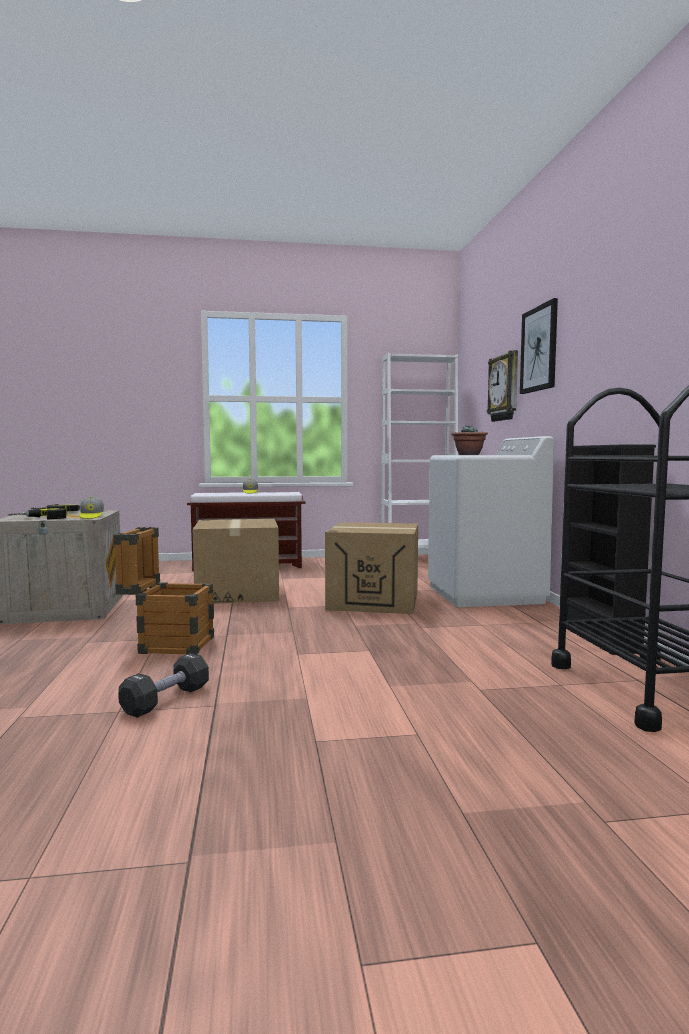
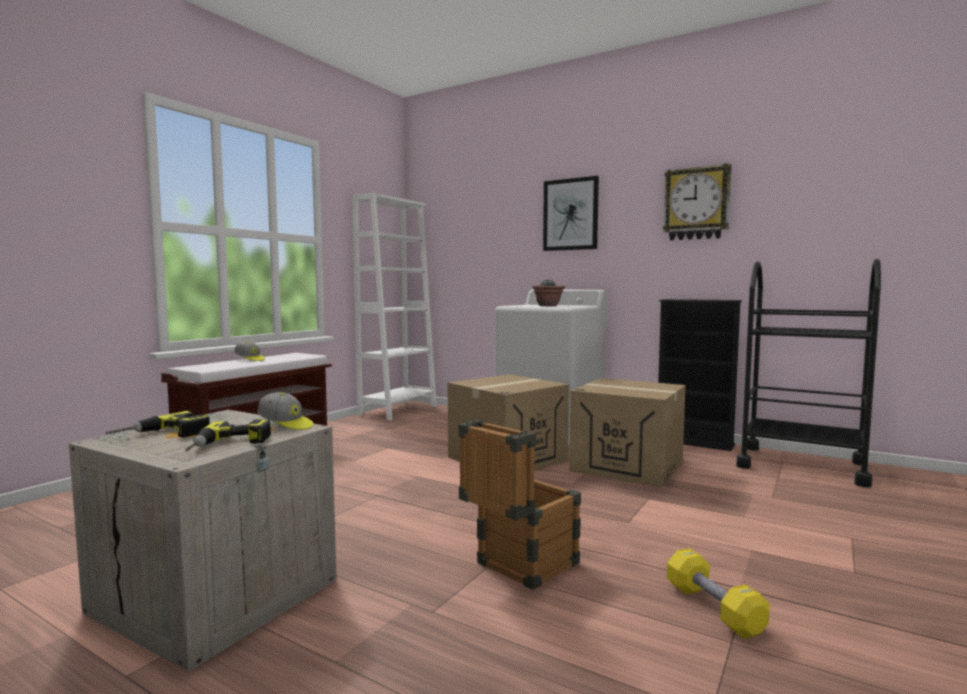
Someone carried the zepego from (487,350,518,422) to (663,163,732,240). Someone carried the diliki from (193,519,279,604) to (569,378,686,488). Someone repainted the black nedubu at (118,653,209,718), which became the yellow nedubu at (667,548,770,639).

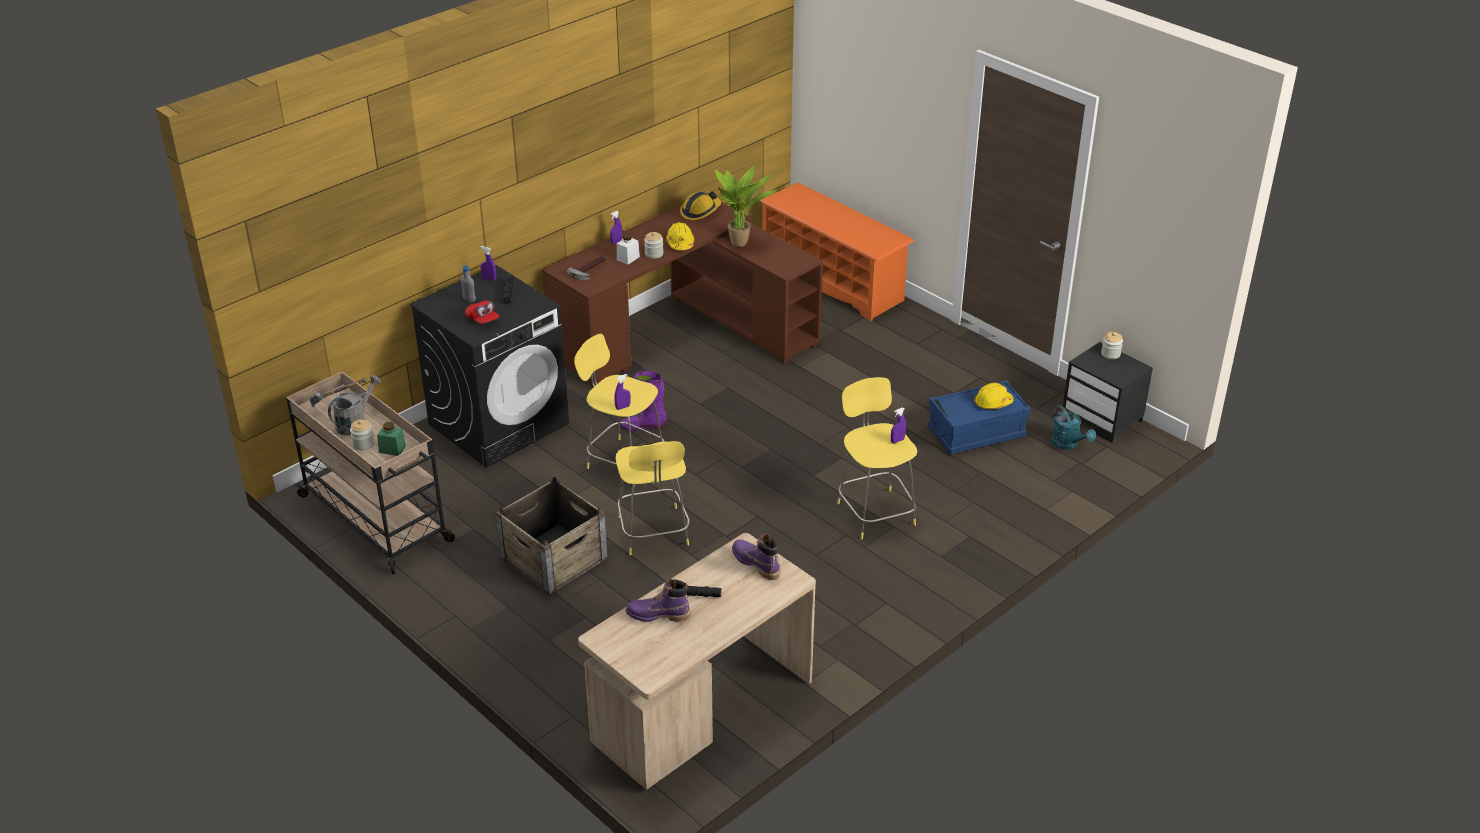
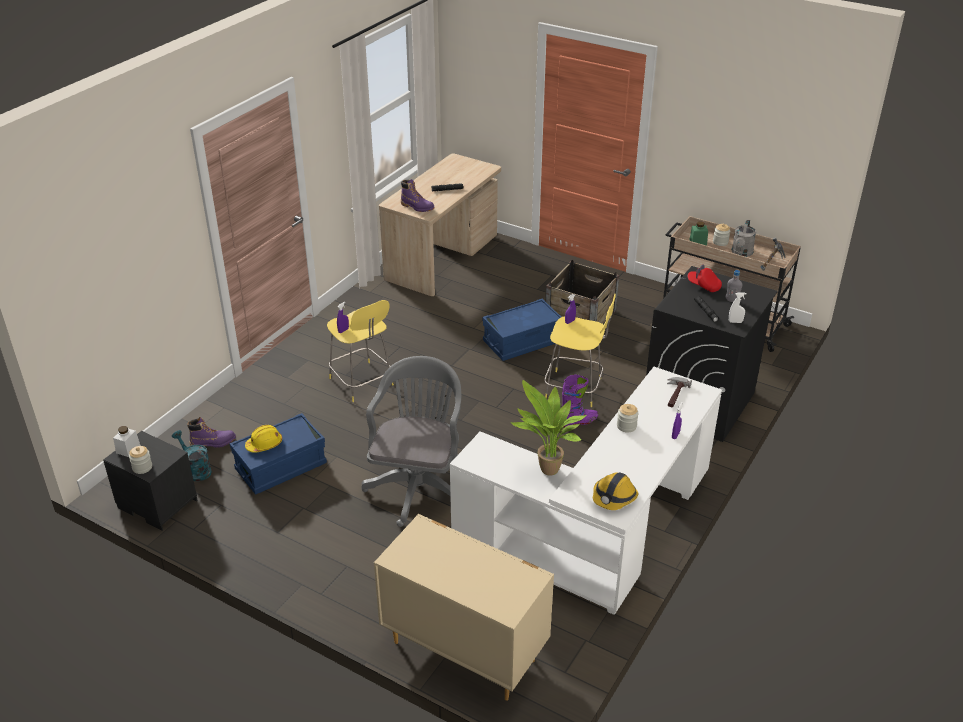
Someone swapped the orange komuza at (760,183,914,321) for the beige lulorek at (374,514,554,701). Someone repainted the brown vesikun at (542,202,823,387), which became the white vesikun at (450,367,722,615). Someone took away the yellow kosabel at (666,222,694,250). Someone carried the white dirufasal from (617,234,640,265) to (113,426,140,457). Someone repainted the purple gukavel at (480,246,496,281), which became the white gukavel at (729,292,747,323). Someone swapped the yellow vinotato at (616,441,690,555) for the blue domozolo at (483,299,562,361). Someone carried the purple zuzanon from (626,578,691,622) to (187,417,236,448). Someone put down the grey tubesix at (362,356,461,527).

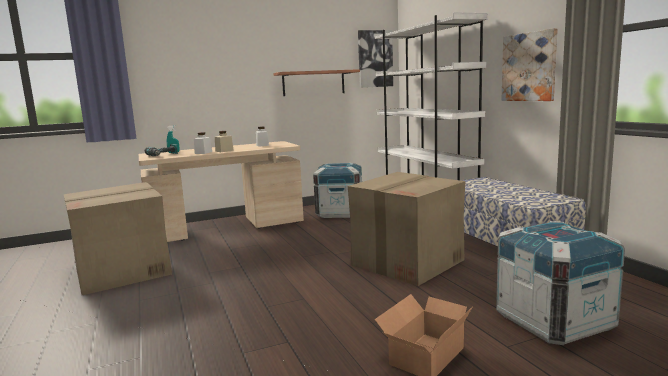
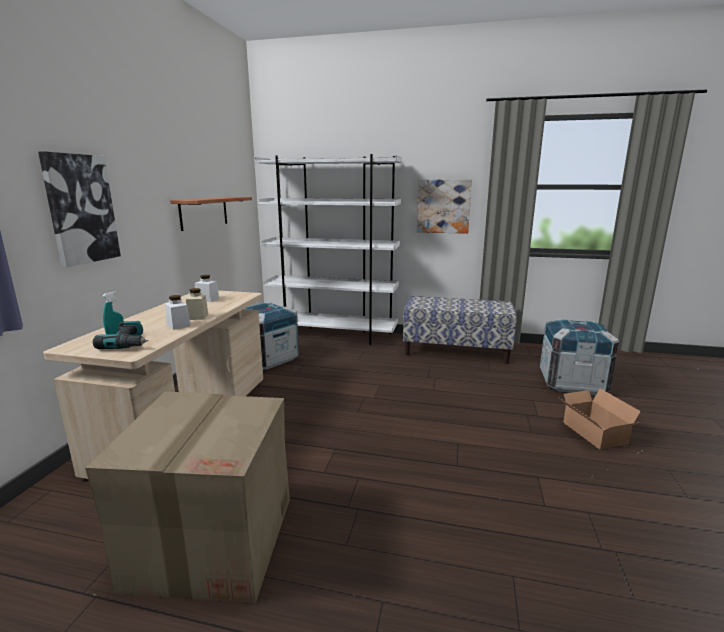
Someone carried the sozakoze from (358,30,393,88) to (38,151,121,267). Someone took away the diliki at (348,172,465,286).

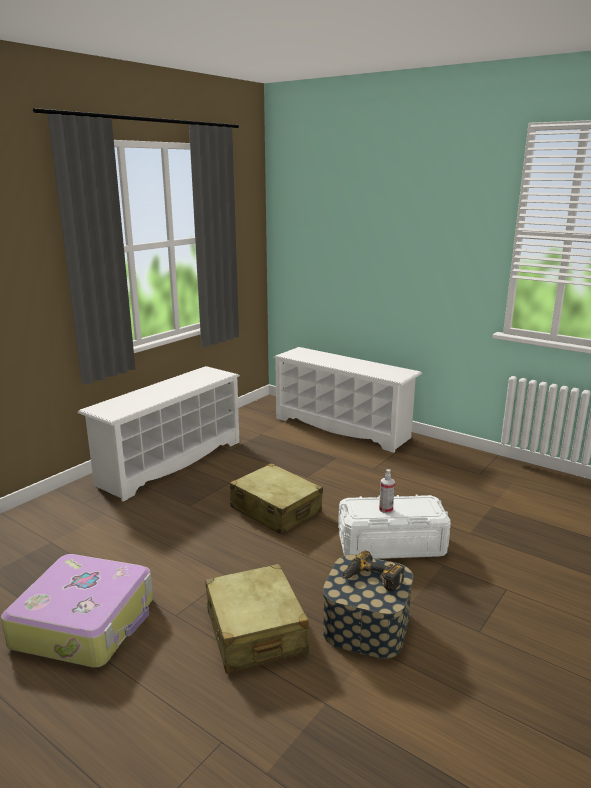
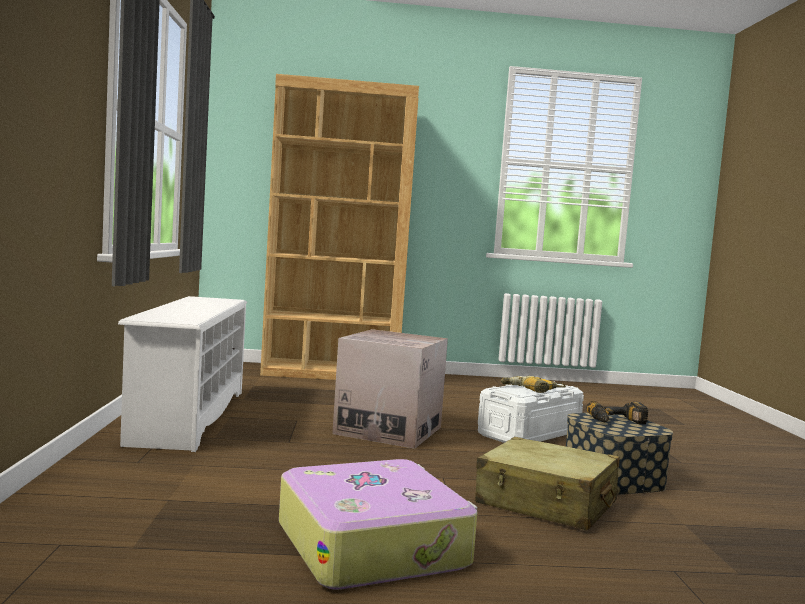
Someone swapped the white komuza at (273,347,422,453) for the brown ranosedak at (260,74,419,380). Someone swapped the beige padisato at (230,463,323,535) for the diliki at (332,329,448,449). Someone swapped the gukavel at (379,469,395,513) for the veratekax at (501,376,566,393).

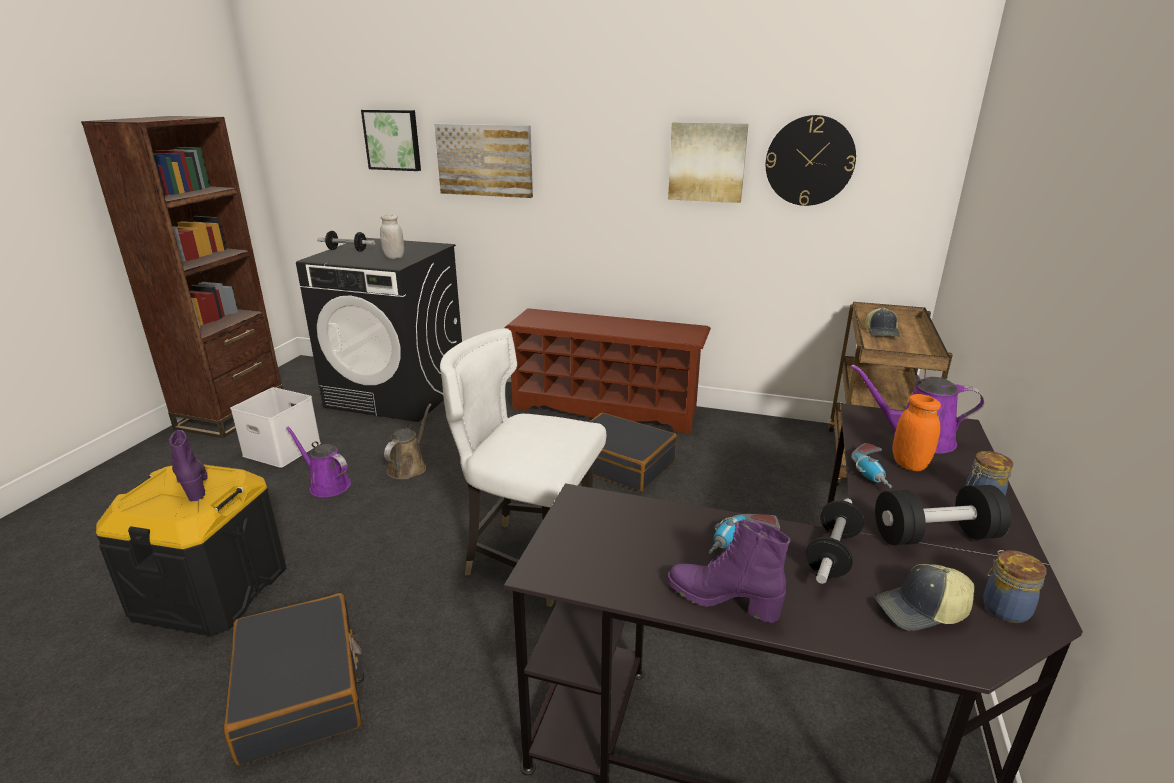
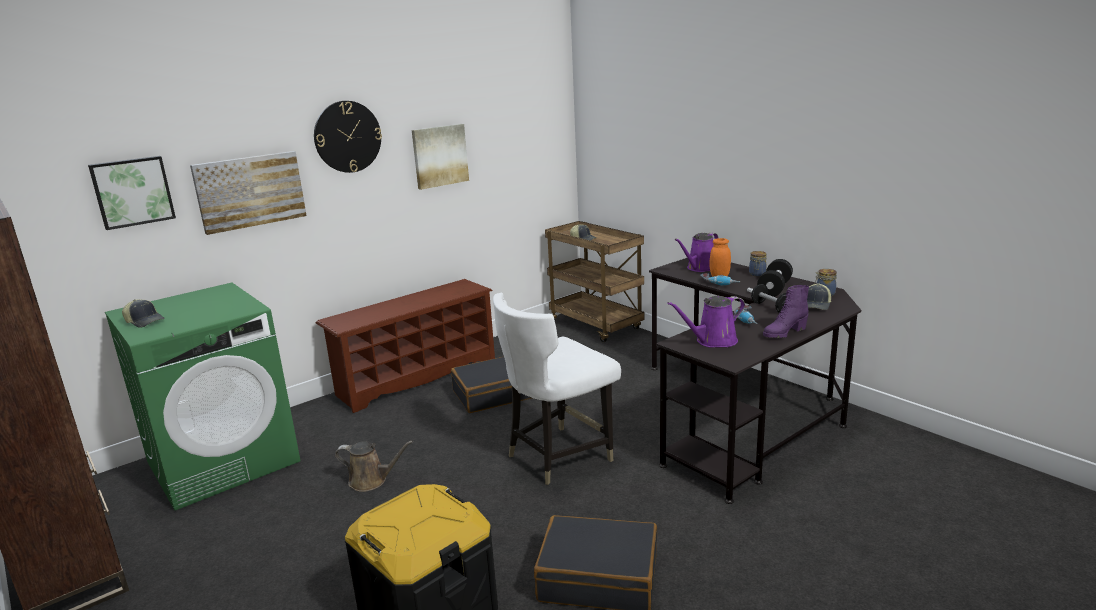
Someone carried the zepego from (766,115,856,206) to (314,101,382,173). Someone took away the white dirufasal at (380,214,404,259). Someone swapped the nedubu at (317,231,375,252) for the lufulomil at (122,299,165,328). Someone repainted the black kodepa at (296,238,462,422), which became the green kodepa at (105,283,301,510). Someone took away the white domozolo at (230,387,321,468). Someone rotated the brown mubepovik at (384,403,432,479) by 135 degrees clockwise. Someone carried the purple mubepovik from (286,427,351,497) to (667,296,745,347). Someone took away the purple zuzanon at (168,430,208,501).

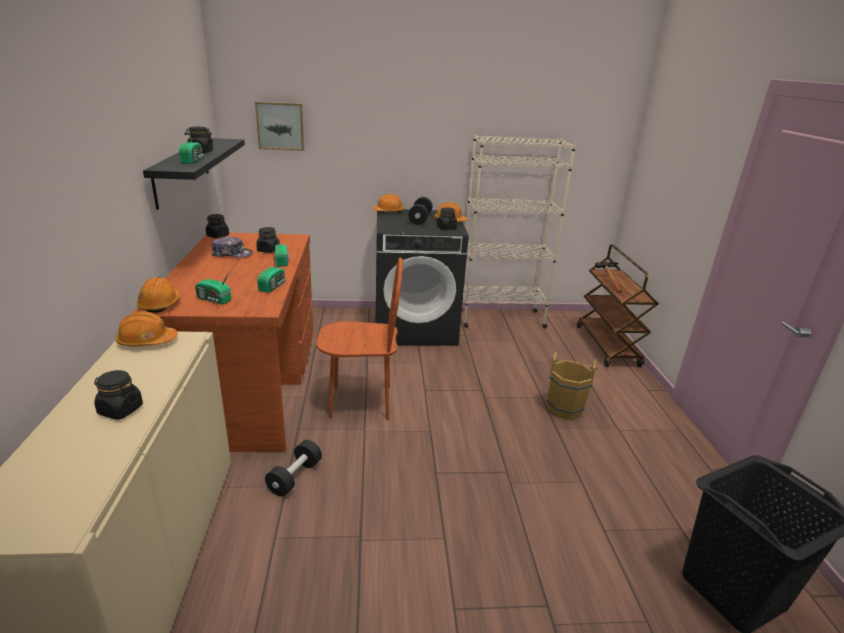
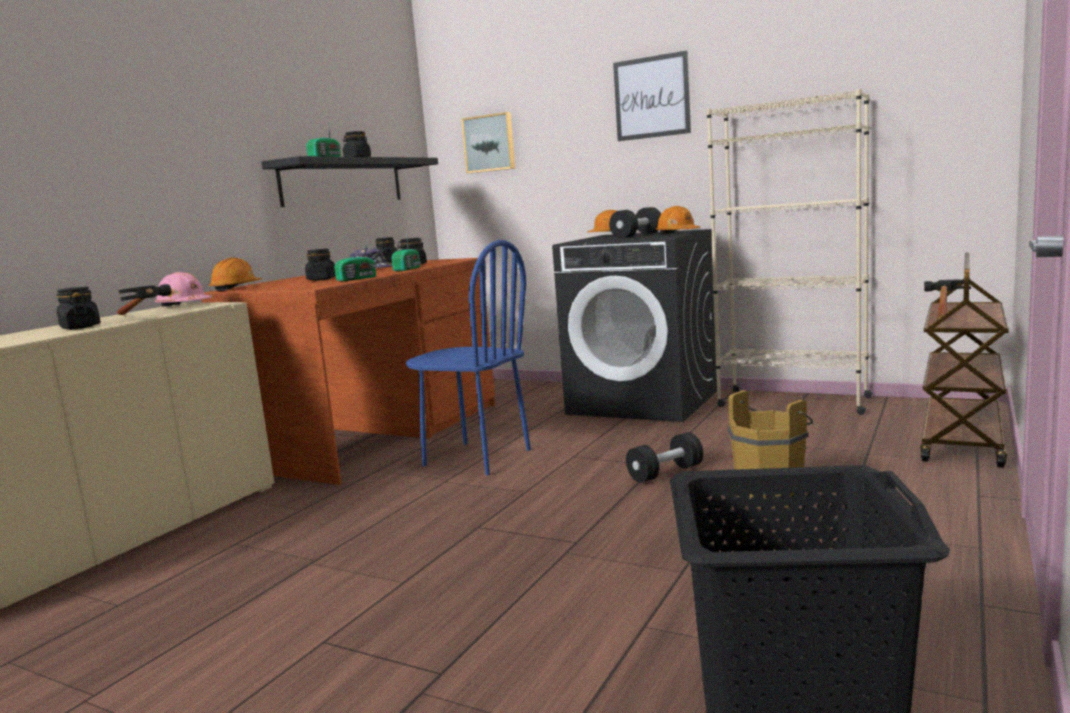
Someone carried the black dirufasal from (437,208,457,230) to (305,249,336,281). Someone repainted the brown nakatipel at (317,258,403,420), which became the blue nakatipel at (406,240,531,475). Someone took away the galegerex at (195,269,231,305). Someone repainted the orange kosabel at (115,311,177,346), which became the pink kosabel at (155,272,212,306). Someone carried the black nedubu from (265,440,322,496) to (626,432,703,483). Someone put up the sozakoze at (613,50,691,141). Someone put down the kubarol at (117,284,172,315).

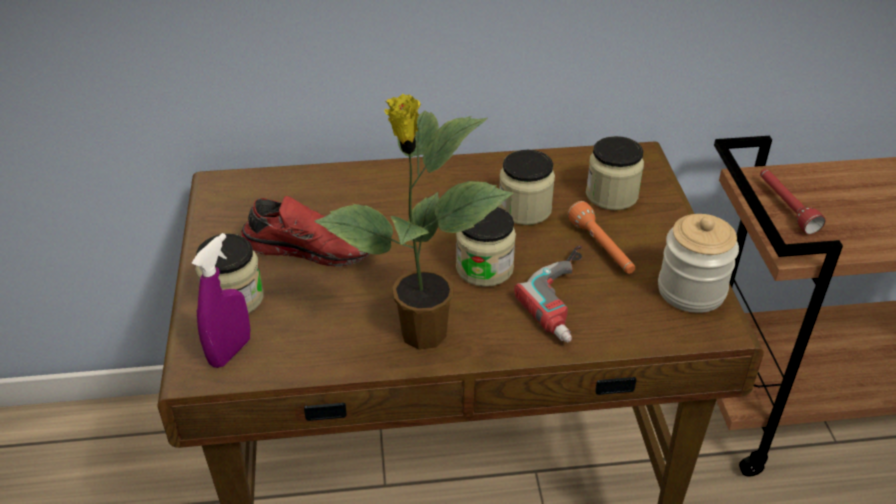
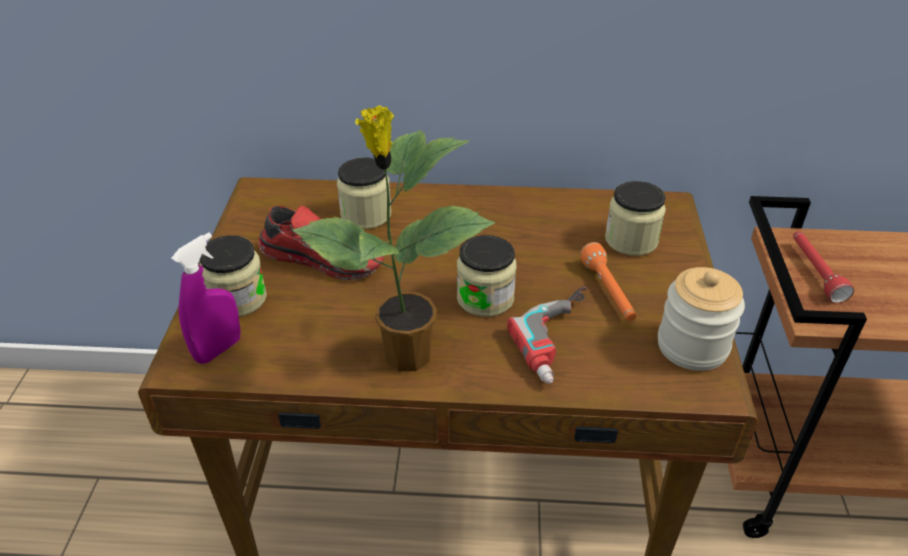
Someone carried the dirufasal from (498,150,555,225) to (337,157,392,229).

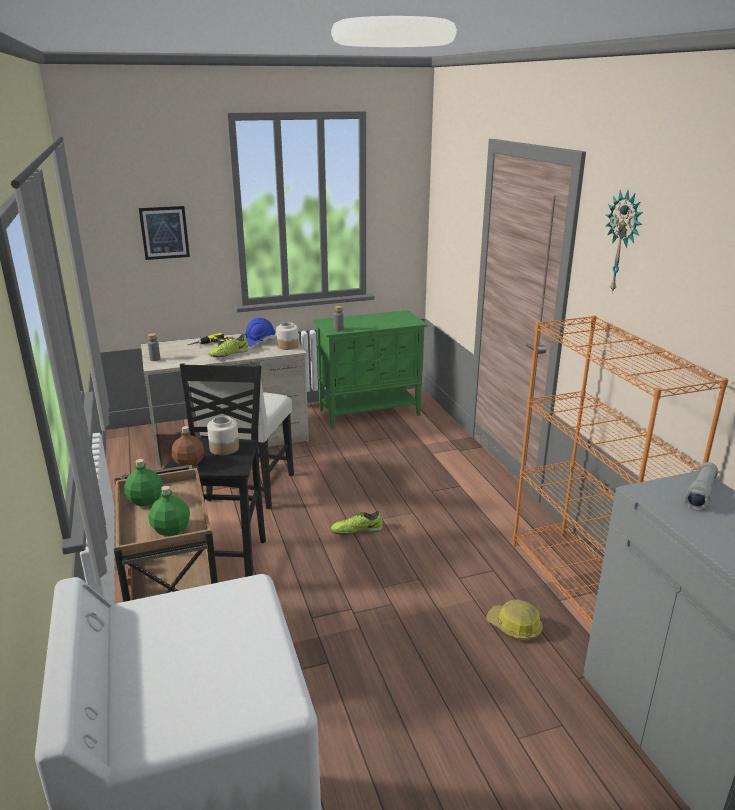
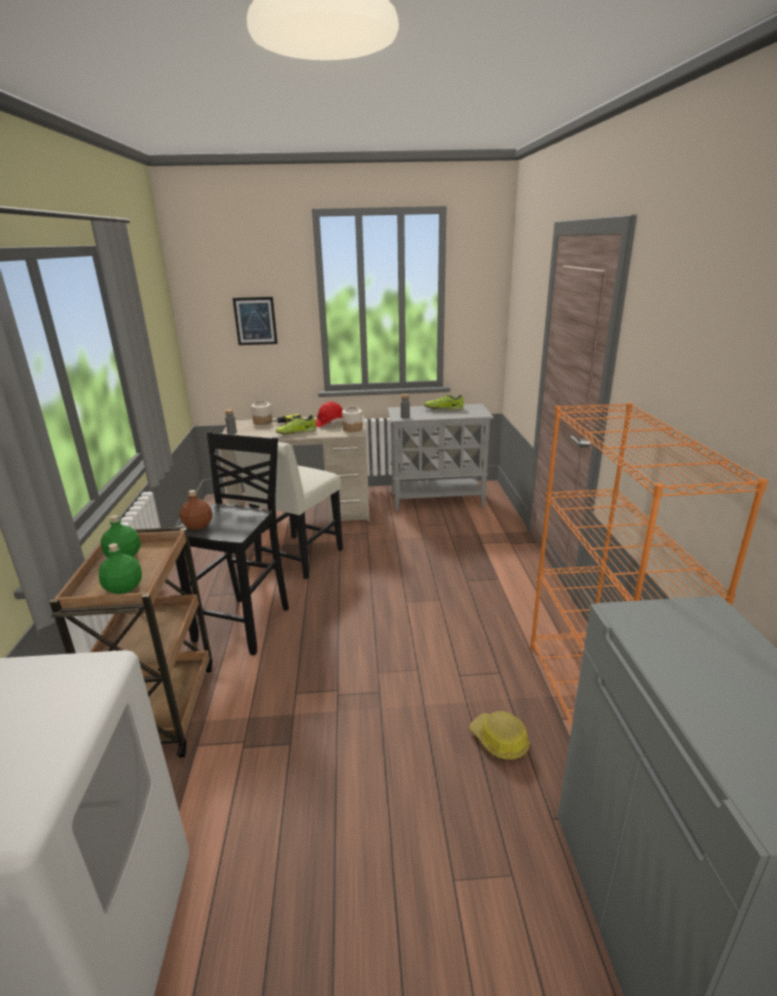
Someone took away the zepego at (606,190,643,292). Someone repainted the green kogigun at (313,310,427,429), which became the grey kogigun at (387,404,494,511). Someone repainted the blue kosabel at (245,318,275,347), which became the red kosabel at (315,401,343,427). Someone carried the dirufasal from (207,416,239,455) to (251,400,273,425). Someone took away the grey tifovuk at (684,462,718,511). Someone carried the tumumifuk from (331,510,383,535) to (424,395,464,410).

